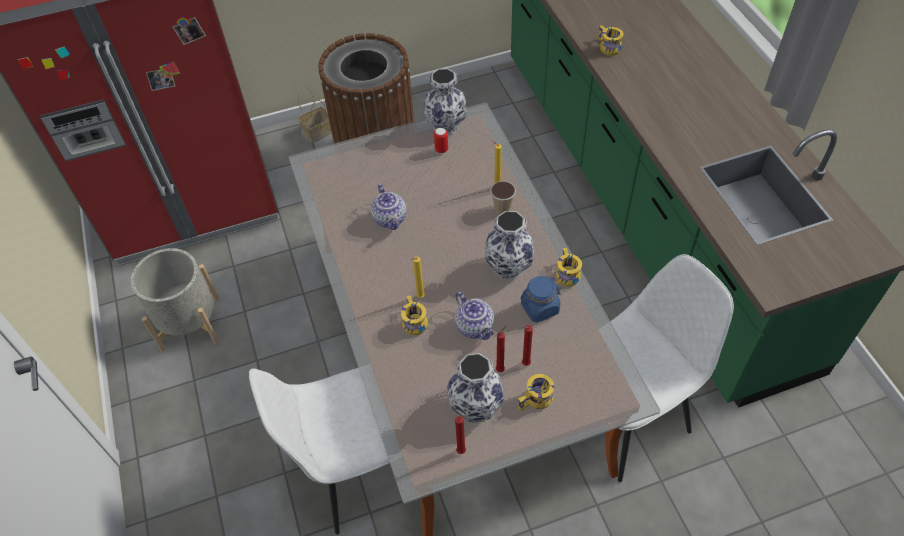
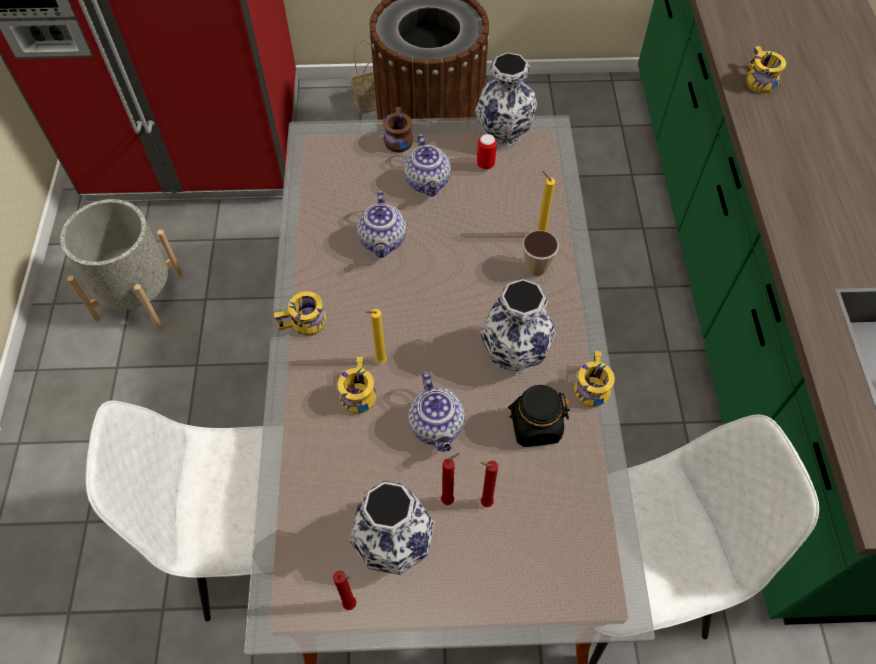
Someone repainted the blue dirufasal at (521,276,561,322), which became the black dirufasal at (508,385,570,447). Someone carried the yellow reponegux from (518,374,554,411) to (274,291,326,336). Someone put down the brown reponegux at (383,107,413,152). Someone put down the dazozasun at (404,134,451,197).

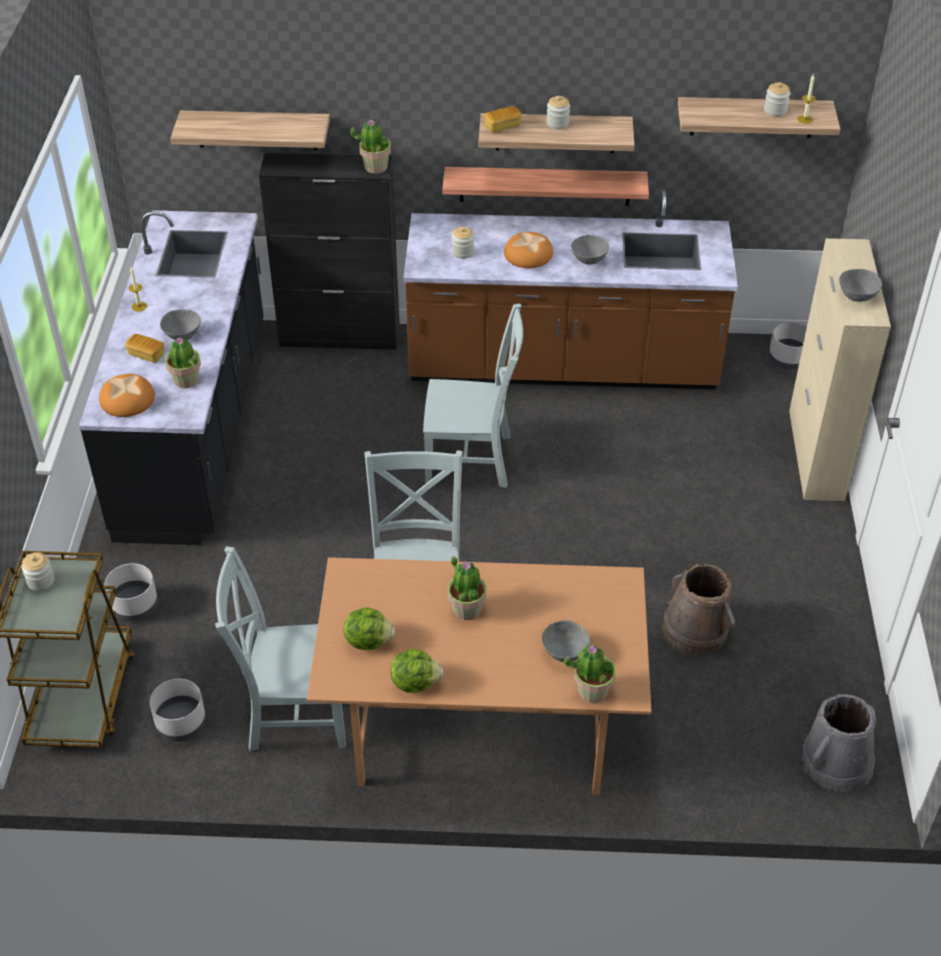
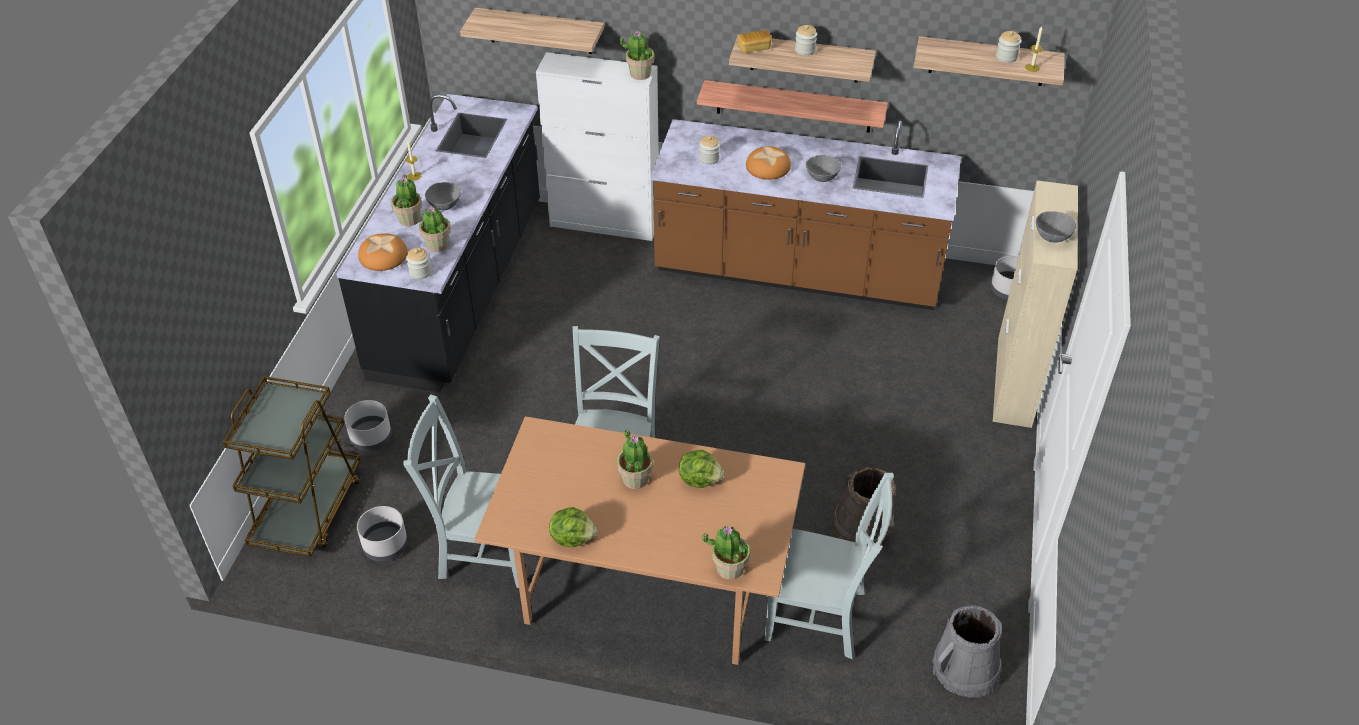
Someone repainted the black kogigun at (259,153,400,350), which became the white kogigun at (536,52,659,241). Someone carried the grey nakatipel from (423,304,523,488) to (765,473,894,659). Someone swapped the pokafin at (125,334,165,363) for the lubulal at (391,174,422,226). Someone carried the dirufasal from (22,552,54,591) to (406,248,431,279). Someone carried the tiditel from (344,607,395,650) to (679,450,724,488). Someone took away the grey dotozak at (542,620,590,662).

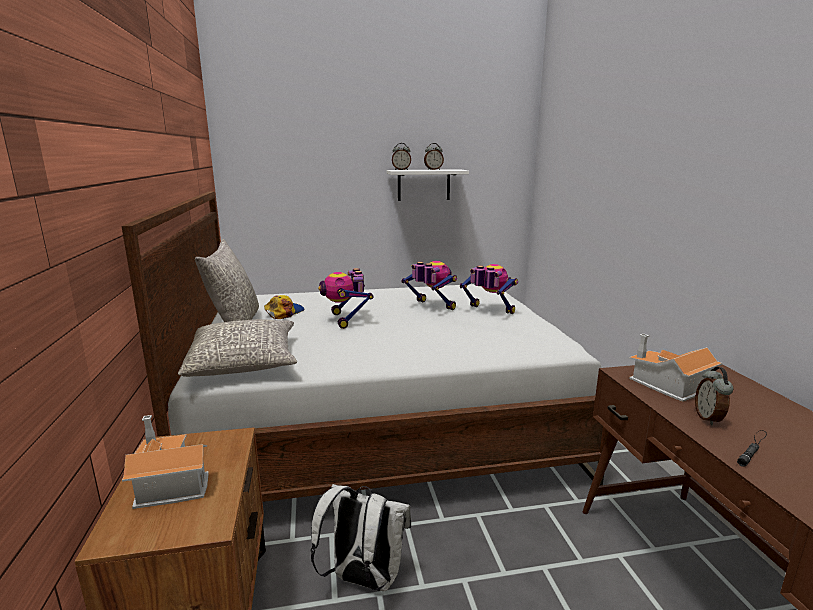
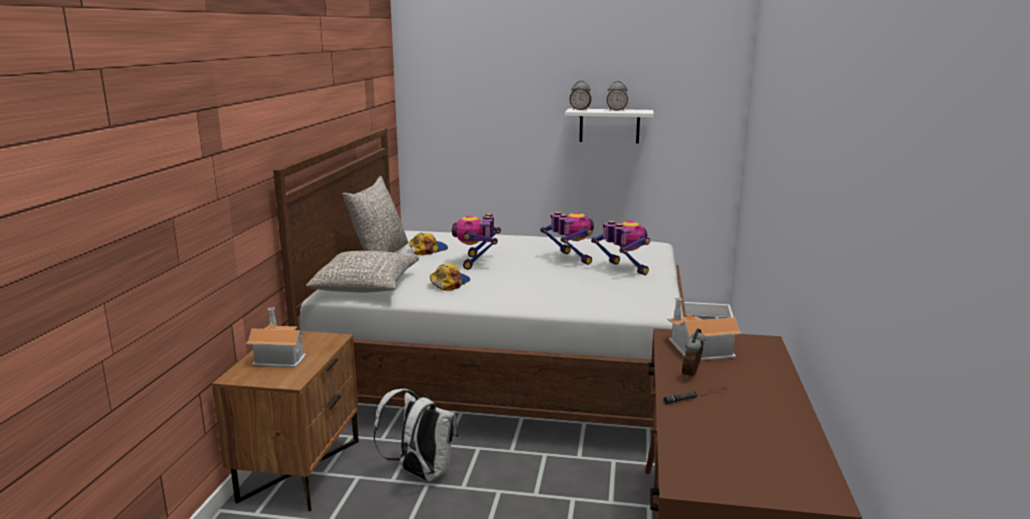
Someone put down the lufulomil at (430,264,470,291).

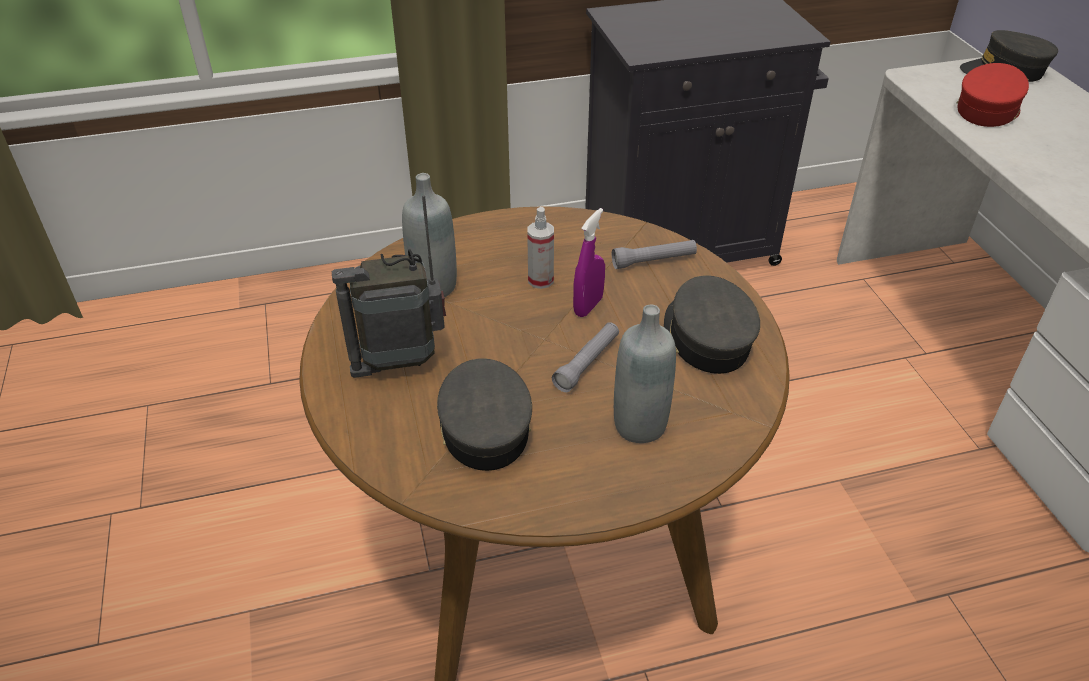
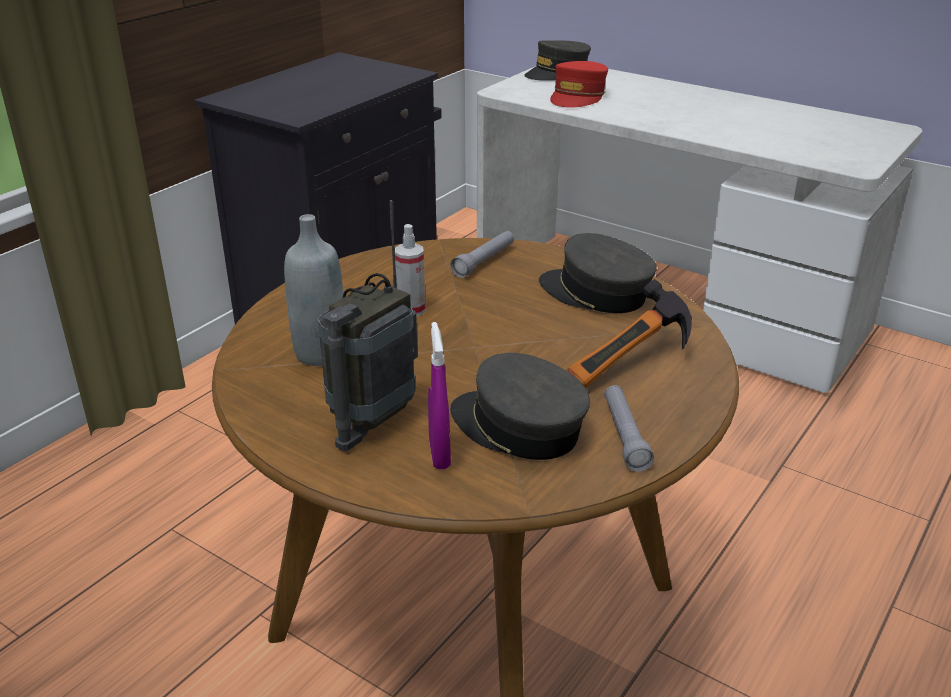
Someone rotated the red lufulomil at (957,63,1029,127) by 150 degrees counterclockwise. Someone carried the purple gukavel from (573,208,605,317) to (428,322,451,469). Someone swapped the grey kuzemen at (614,305,676,443) for the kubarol at (566,279,692,388). Someone carried the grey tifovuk from (552,322,619,392) to (604,385,654,471).

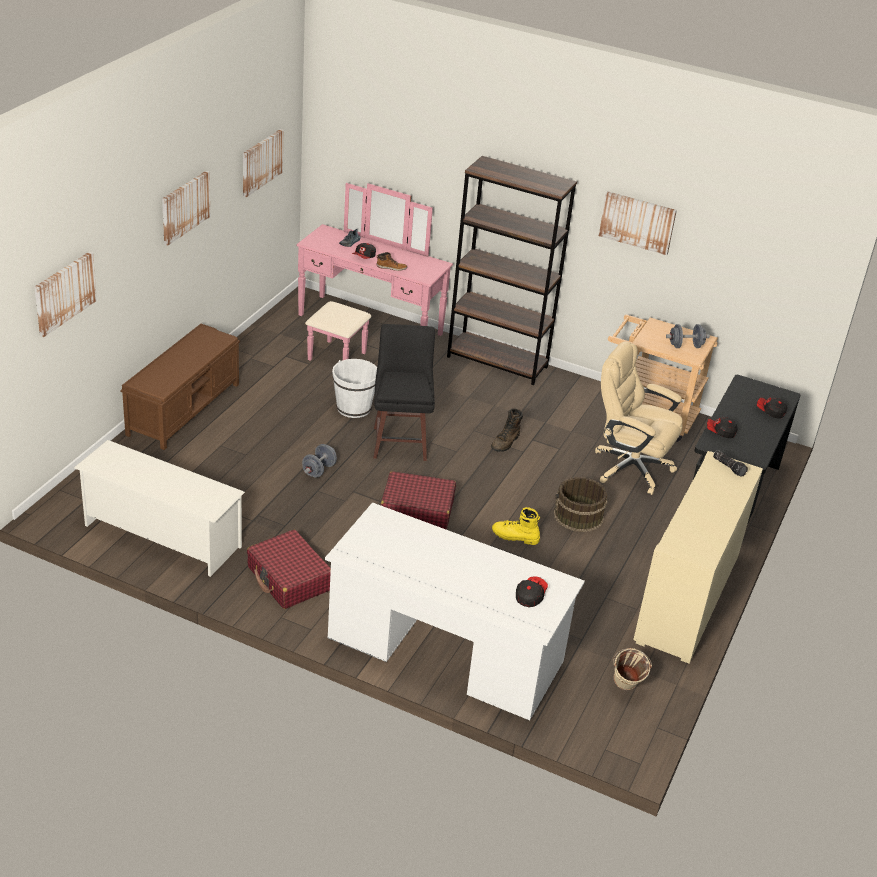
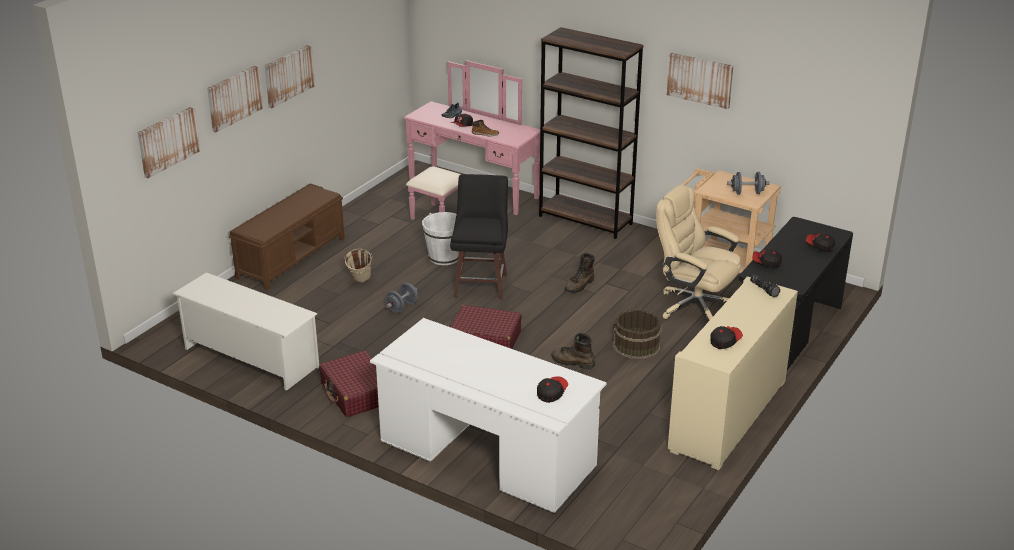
Someone carried the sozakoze from (243,129,283,197) to (207,65,263,133). Someone repainted the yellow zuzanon at (492,507,540,545), which became the brown zuzanon at (551,333,595,369). Someone carried the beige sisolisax from (613,648,652,690) to (344,249,373,282). Someone put down the lufulomil at (710,326,743,349).

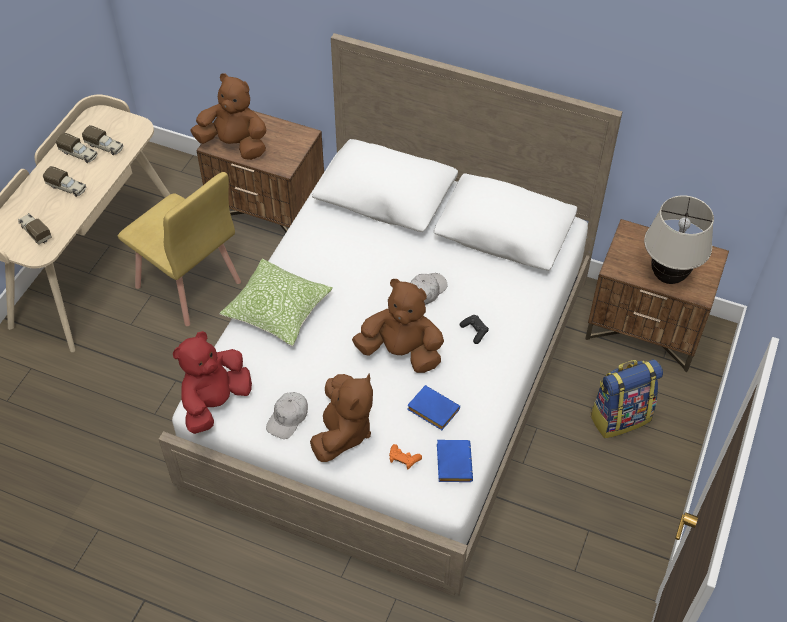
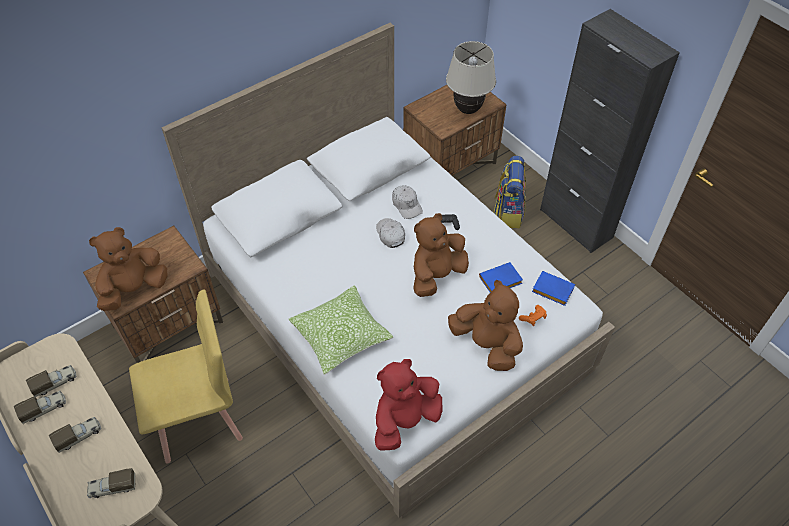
Someone rotated the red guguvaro at (173,331,252,434) by 75 degrees clockwise. Someone carried the white lufulomil from (266,392,308,439) to (392,185,423,219). Someone put down the black kogigun at (540,9,680,253).

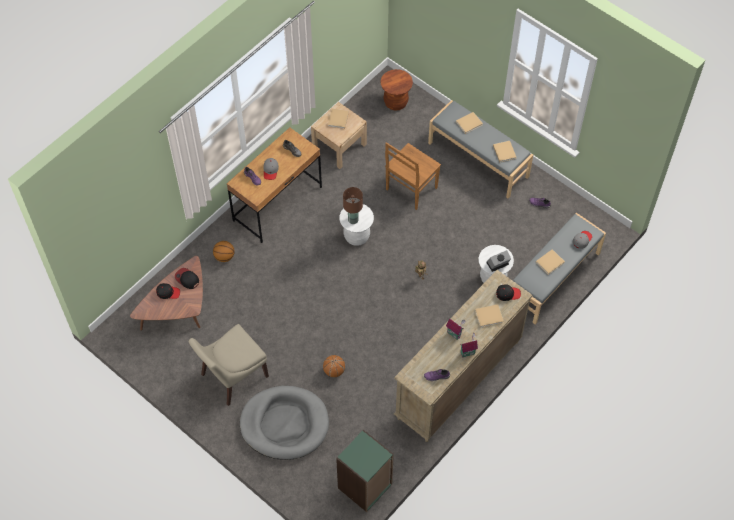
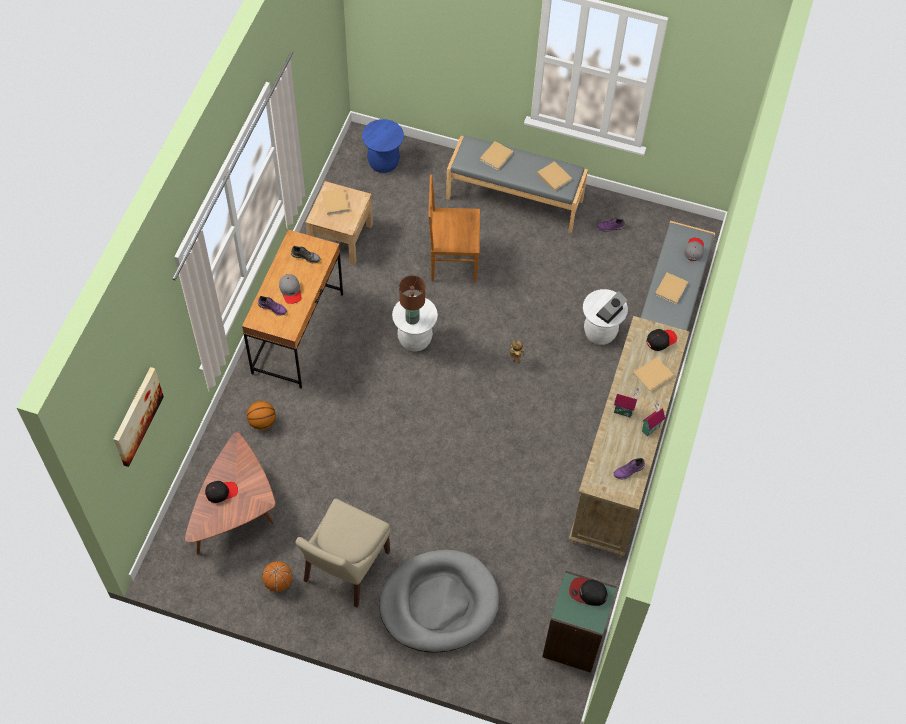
Someone repainted the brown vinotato at (381,69,413,111), which became the blue vinotato at (362,119,404,173). Someone rotated the brown nakatipel at (385,142,441,210) by 75 degrees clockwise. Someone carried the lufulomil from (175,268,199,289) to (569,577,608,606). Someone carried the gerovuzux from (323,355,345,377) to (262,561,293,592). Someone put up the sozakoze at (114,367,164,467).

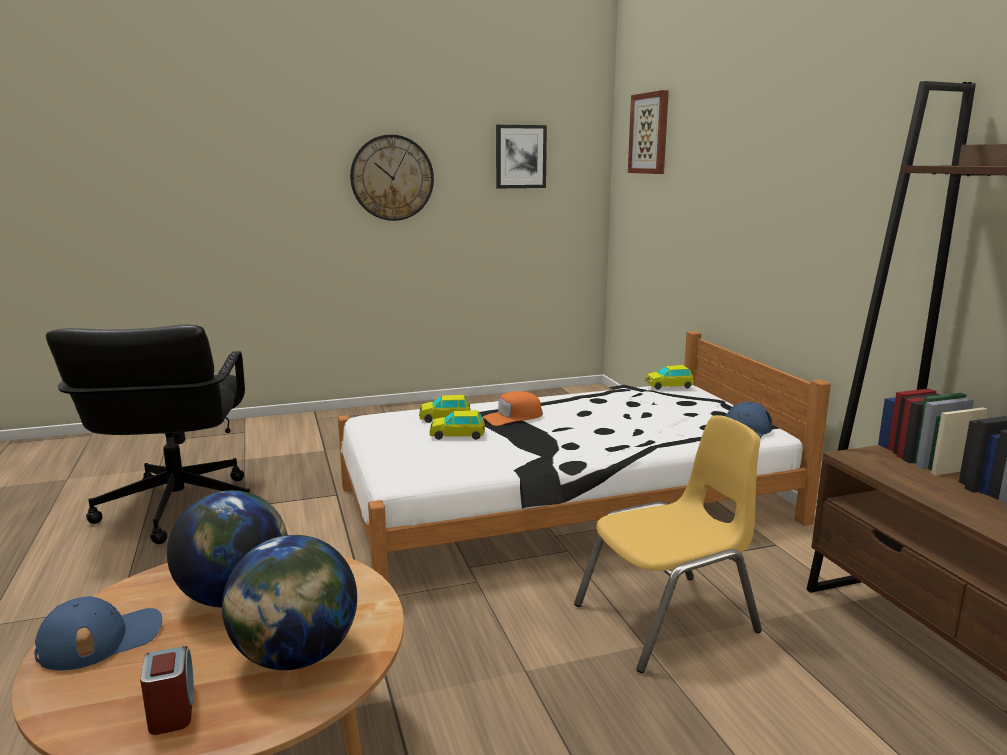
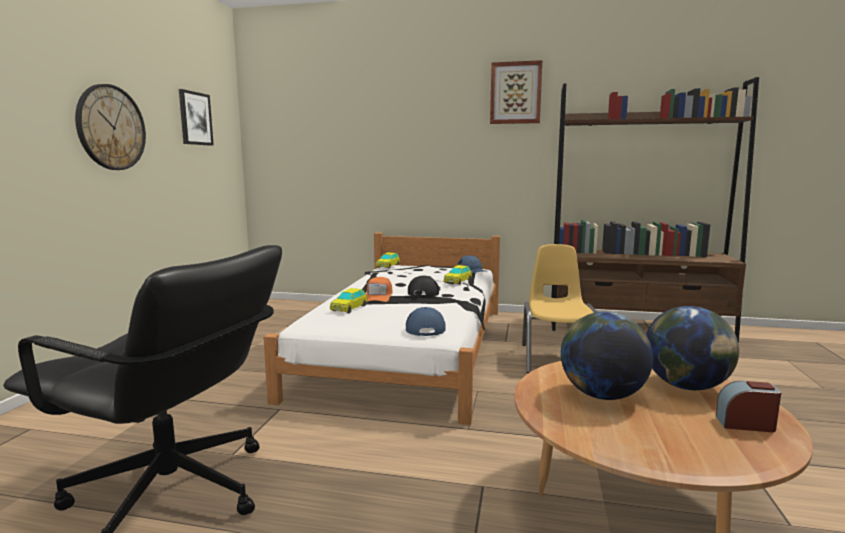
Someone carried the sozakoze from (628,90,669,174) to (490,60,542,124). Someone carried the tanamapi from (430,410,485,440) to (444,265,472,285). Someone carried the blue lufulomil from (34,596,162,670) to (406,307,446,336). Someone put down the black lufulomil at (408,276,440,297).

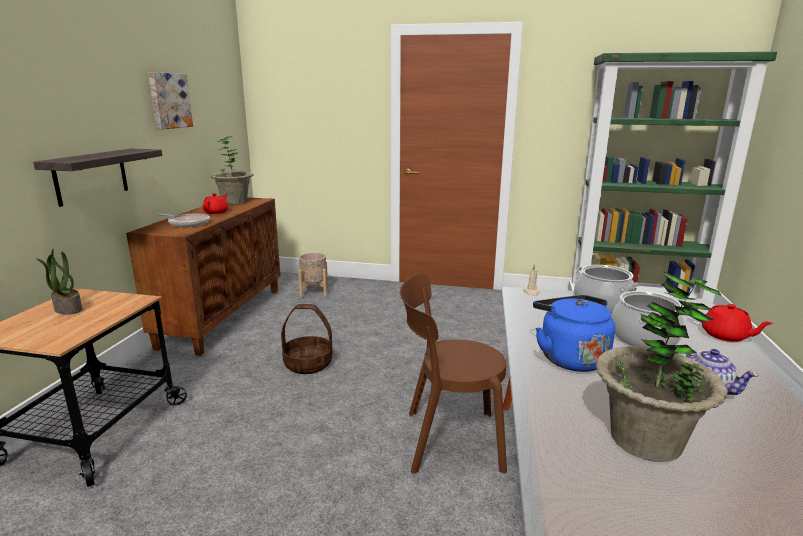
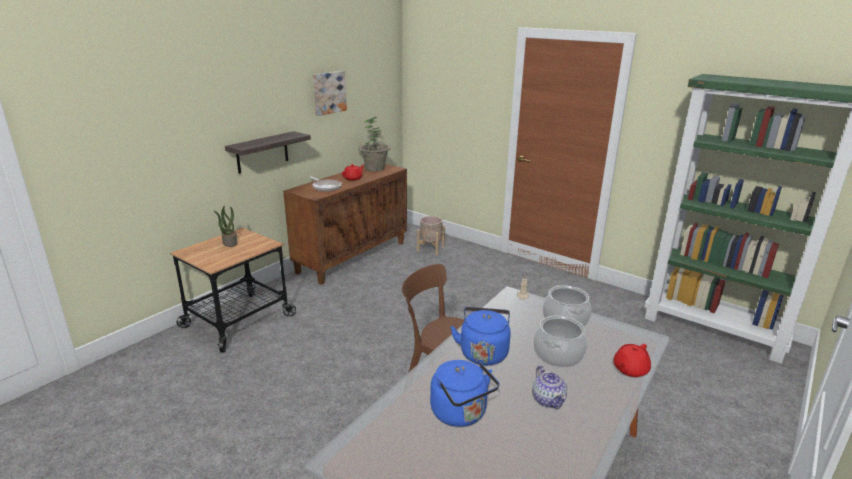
Someone swapped the lubulal at (596,271,728,462) for the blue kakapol at (430,360,500,427). Someone took away the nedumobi at (281,304,333,374). Someone rotated the red dazozasun at (695,304,774,342) by 60 degrees clockwise.

